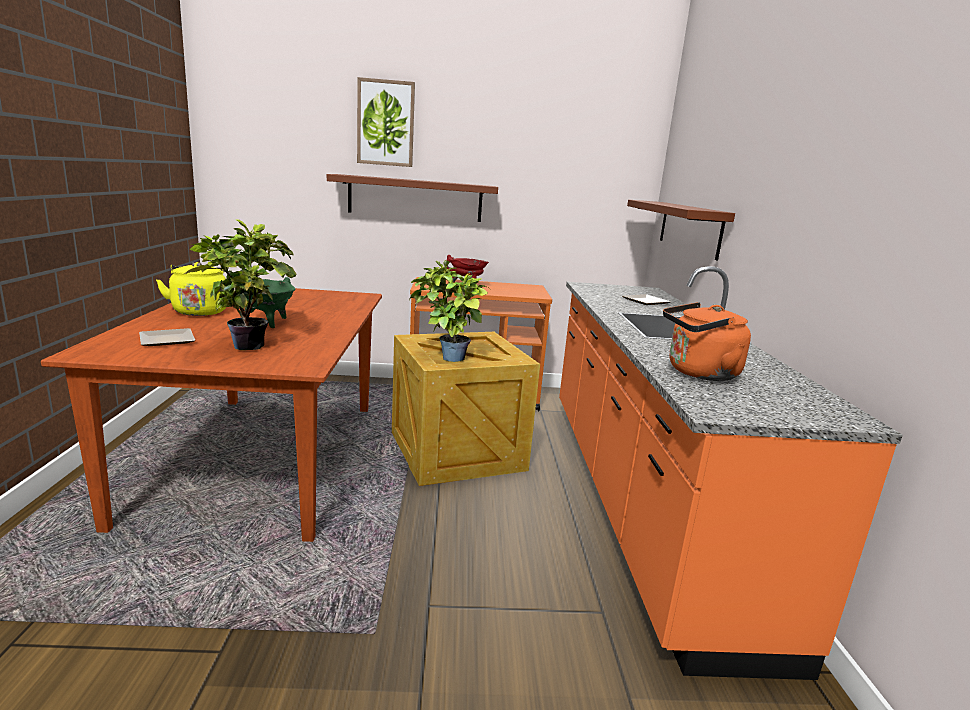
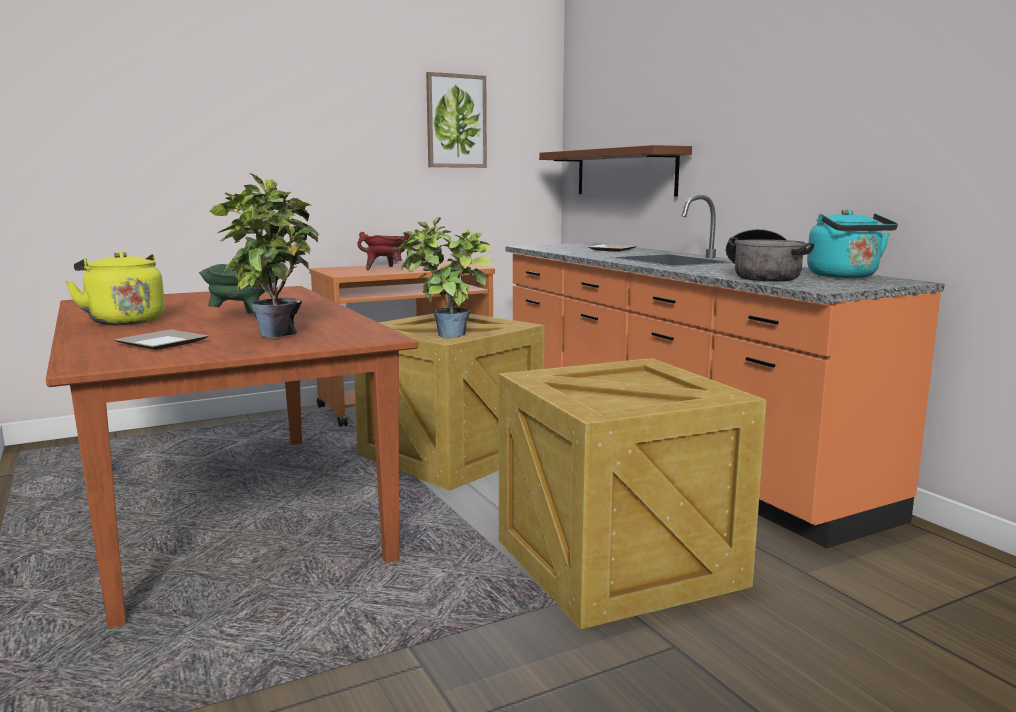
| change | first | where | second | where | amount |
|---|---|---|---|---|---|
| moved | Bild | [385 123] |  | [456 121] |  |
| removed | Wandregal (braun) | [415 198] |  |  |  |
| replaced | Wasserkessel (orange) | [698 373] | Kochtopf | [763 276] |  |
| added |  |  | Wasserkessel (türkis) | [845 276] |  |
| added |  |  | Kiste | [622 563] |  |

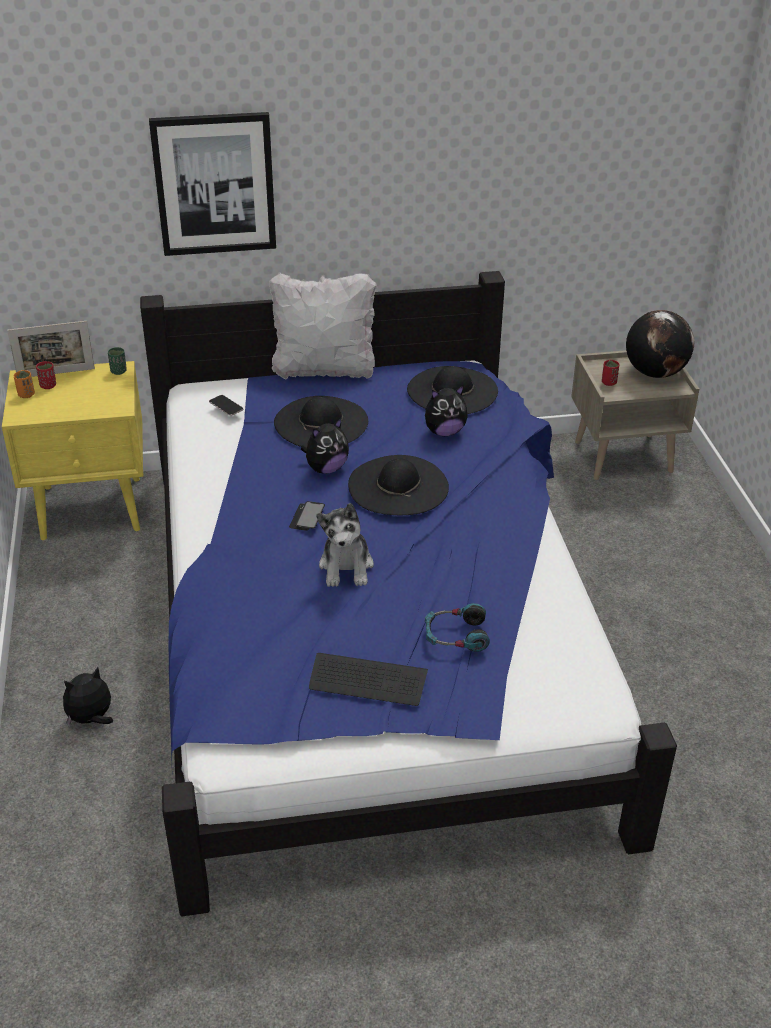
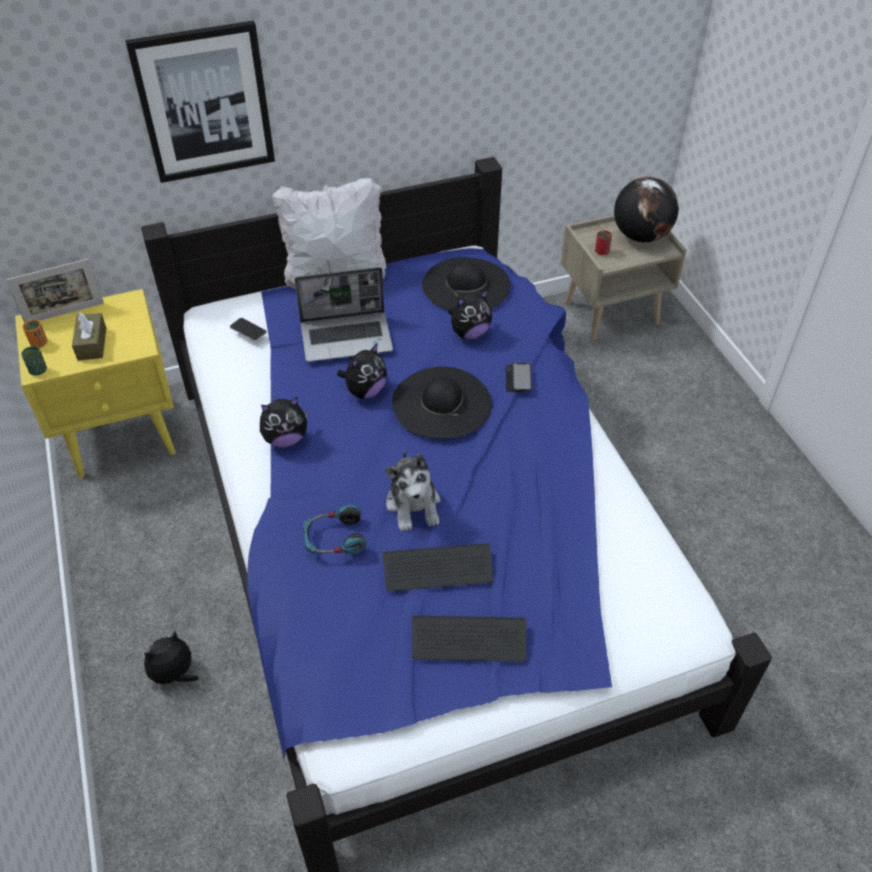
| change | first | where | second | where | amount |
|---|---|---|---|---|---|
| moved | Tasse (grün) | [118 371] |  | [38 371] |  |
| removed | Tasse (rot) | [48 386] |  |  |  |
| replaced | Hut (schwarz) | [321 422] | Laptop | [347 337] |  |
| moved | Handy | [307 517] |  | [518 378] |  |
| moved | Kopfhörer | [456 636] |  | [334 538] |  |
| added |  |  | Taschentuchbox (braun) | [92 344] |  |
| added |  |  | Plüschtier | [285 439] |  |
| added |  |  | Tastatur | [437 568] |  |

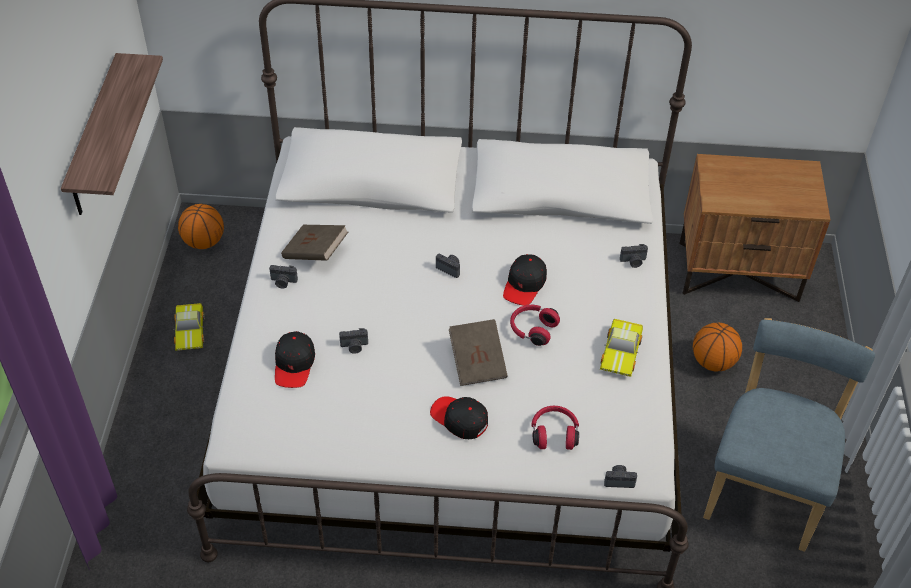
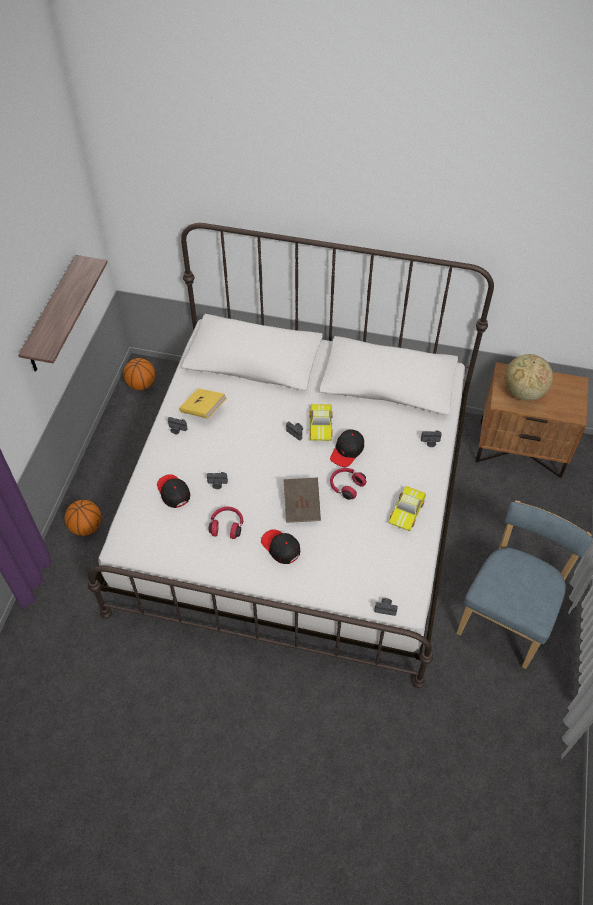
| change | first | where | second | where | amount |
|---|---|---|---|---|---|
| recoloured | Buch (braun) | [315 253] | Buch (gelb) | [203 410] |  |
| moved | Spielzeugauto | [191 331] |  | [321 425] |  |
| moved | Basketball | [713 362] |  | [86 527] |  |
| turned | Kappe (schwarz) | [294 364] |  | [173 492] | 135 degrees clockwise |
| moved | Kopfhörer (rot) | [554 433] |  | [227 526] |  |
| added |  |  | Globus | [523 392] |  |

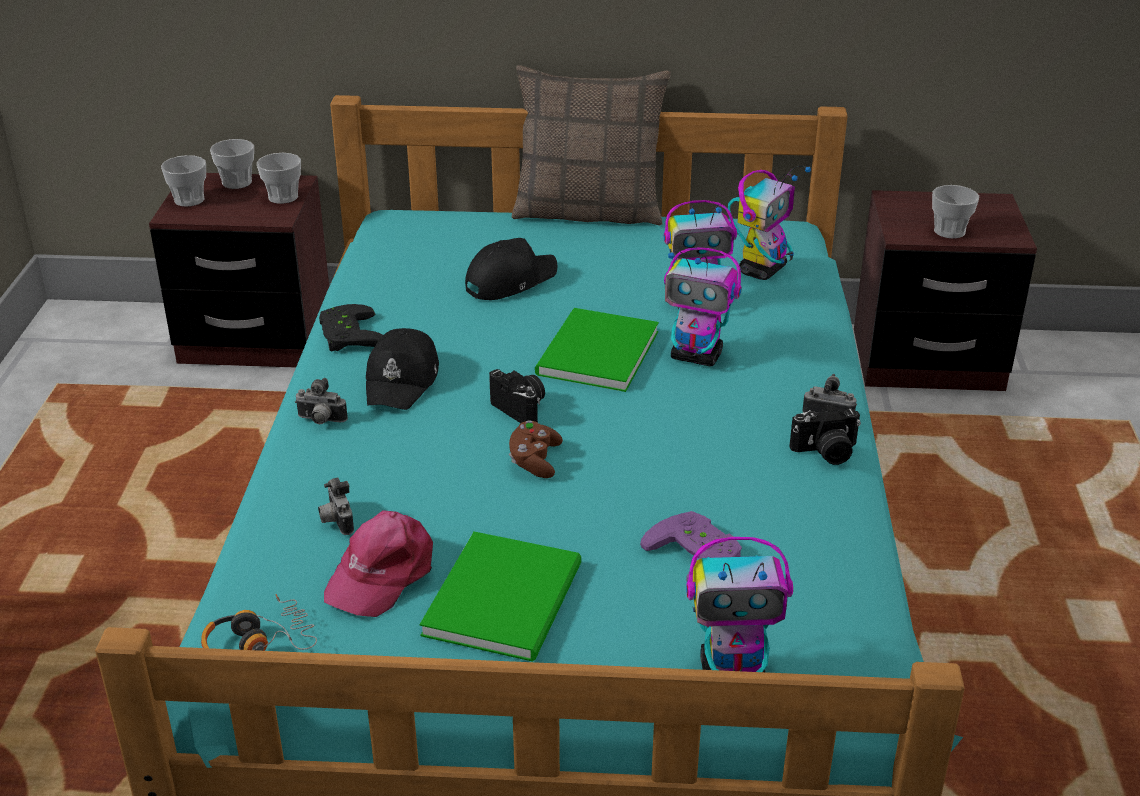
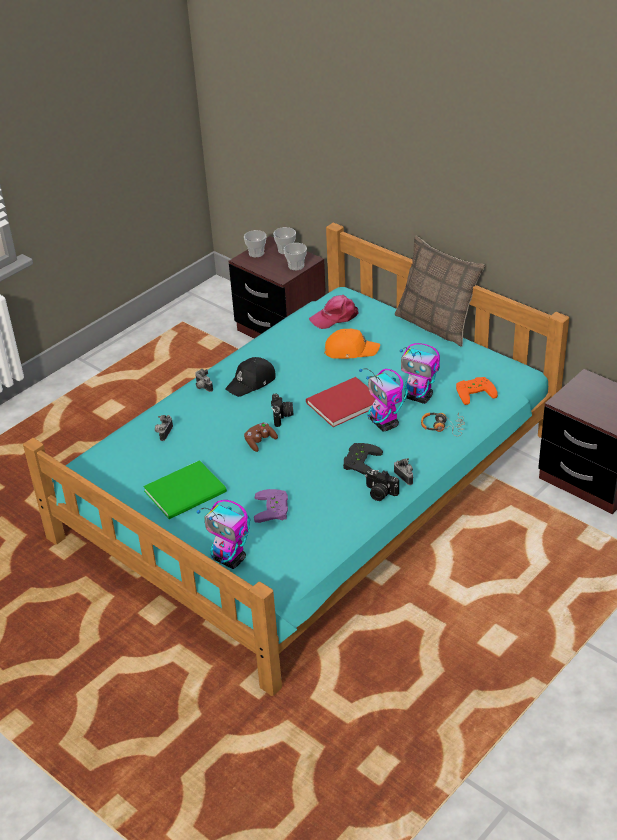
| change | first | where | second | where | amount |
|---|---|---|---|---|---|
| replaced | Spielzeugroboter | [762 270] | Gamepad (orange) | [474 392] |  |
| removed | Tasse | [949 231] |  |  |  |
| recoloured | Kappe (schwarz) | [509 281] | Kappe (orange) | [350 350] |  |
| moved | Gamepad (schwarz) | [346 334] |  | [359 461] |  |
| recoloured | Buch (grün) | [593 354] | Buch (rot) | [341 403] |  |
| moved | Kappe (rosa) | [382 573] |  | [335 317] |  |
| moved | Kopfhörer | [258 642] |  | [442 427] |  |

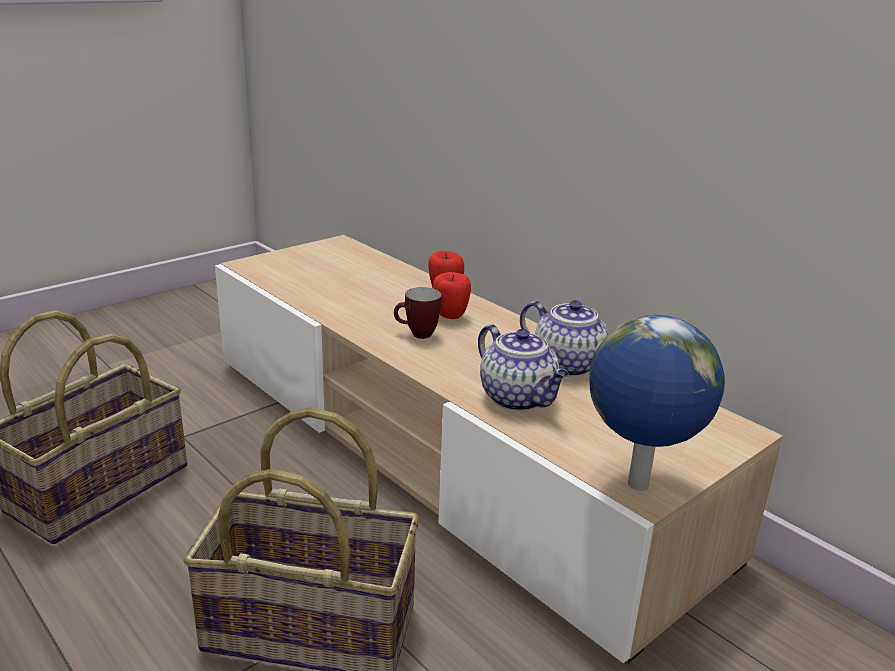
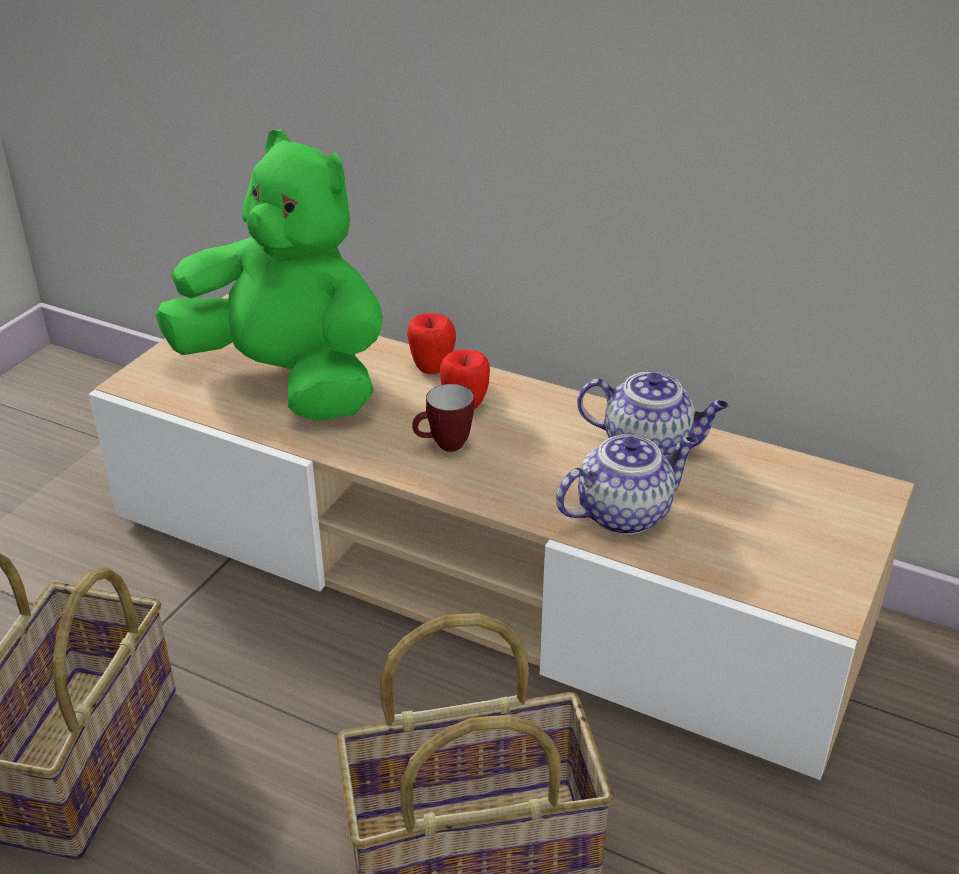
| change | first | where | second | where | amount |
|---|---|---|---|---|---|
| removed | Globus | [637 486] |  |  |  |
| turned | Teekanne | [519 399] |  | [625 513] | 60 degrees counterclockwise |
| added |  |  | Plüschtier (grün) | [288 380] |  |

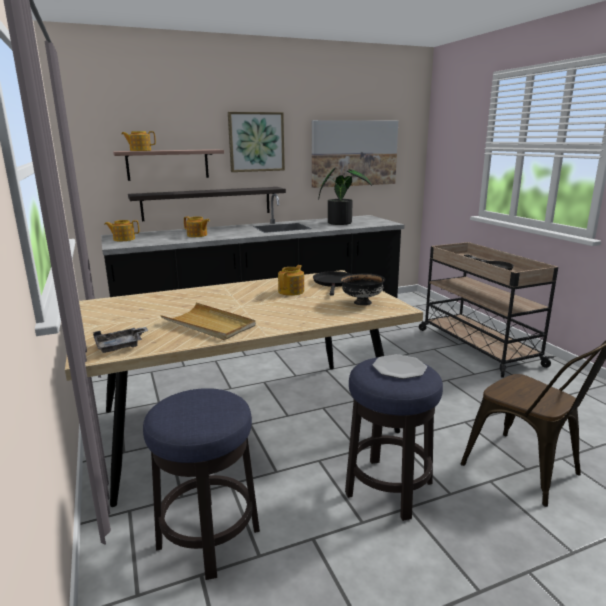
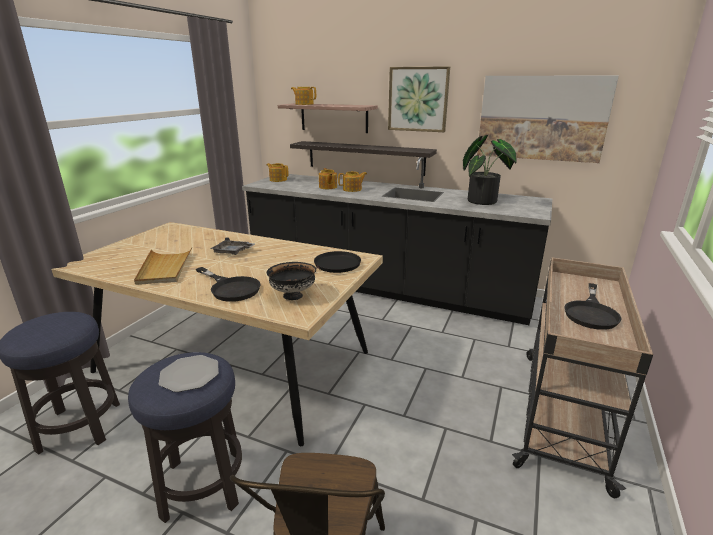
| change | first | where | second | where | amount |
|---|---|---|---|---|---|
| moved | Teekanne | [292 291] |  | [352 189] |  |
| moved | Tablett (grau) | [121 346] |  | [232 252] |  |
| added |  |  | Pfanne (schwarz) | [231 288] |  |

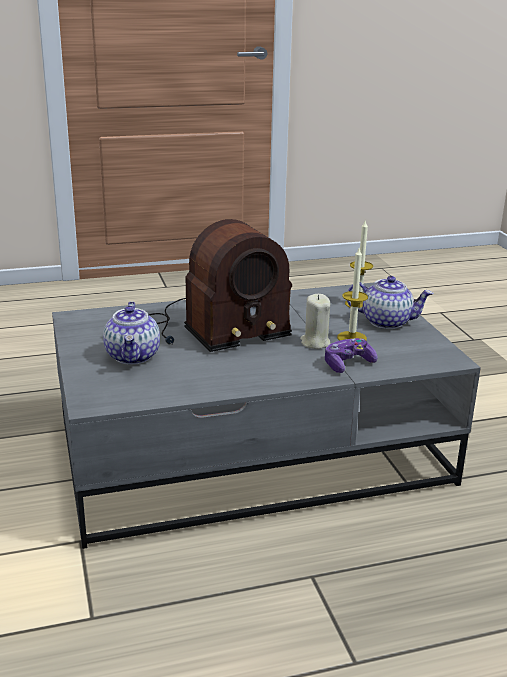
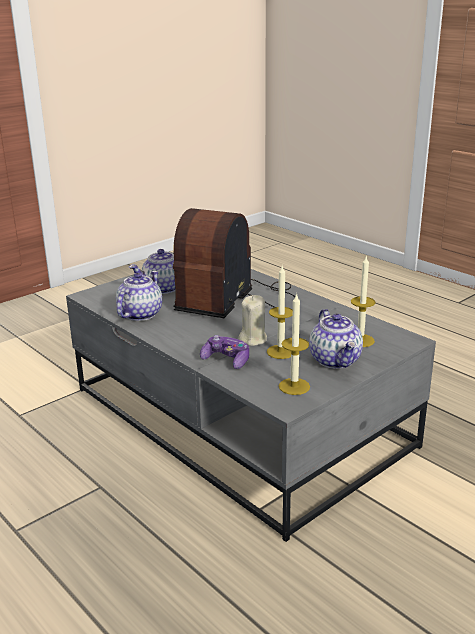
| change | first | where | second | where | amount |
|---|---|---|---|---|---|
| turned | Radio | [213 328] |  | [237 299] | 75 degrees clockwise |
| added |  |  | Teekanne | [140 314] |  |
| added |  |  | Kerze | [294 386] |  |

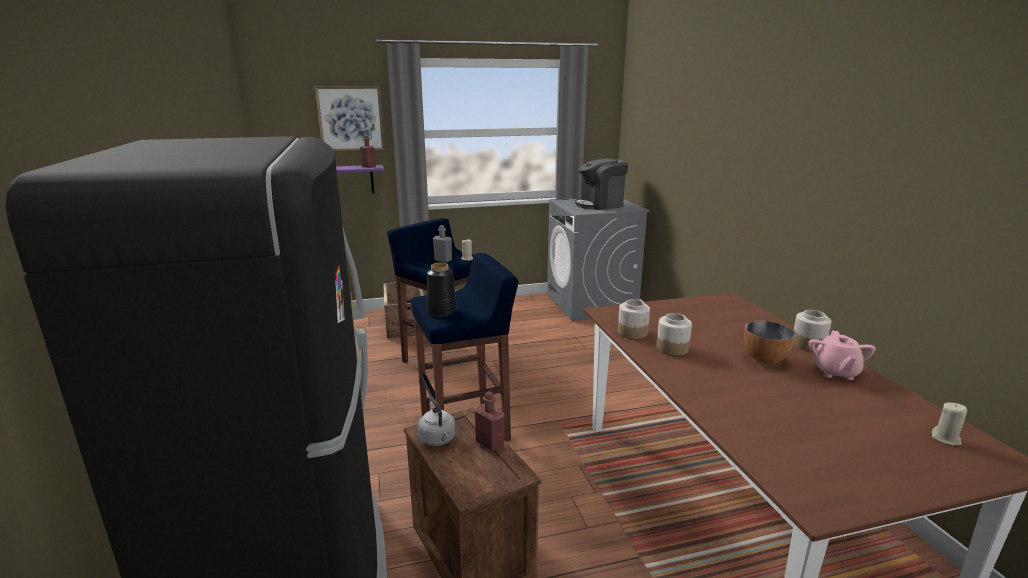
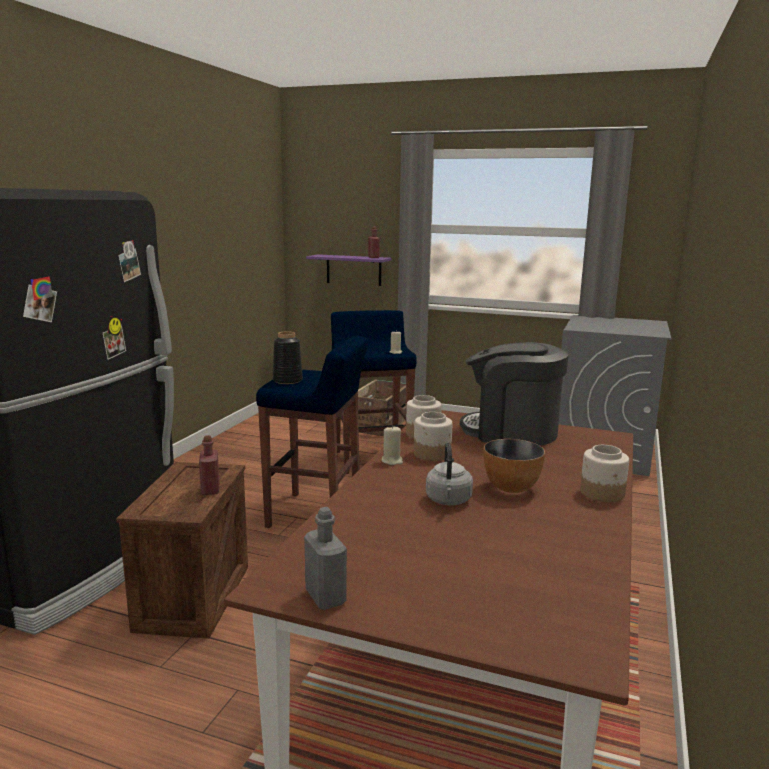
| change | first | where | second | where | amount |
|---|---|---|---|---|---|
| removed | Bild | [350 118] |  |  |  |
| moved | Kaffeemaschine | [600 205] |  | [511 431] |  |
| moved | Flasche (grau) | [443 260] |  | [325 597] |  |
| removed | Teekanne (rosa) | [835 372] |  |  |  |
| moved | Wasserkessel (grau) | [438 440] |  | [448 501] |  |
| moved | Kerze (beige) | [946 439] |  | [392 461] |  |

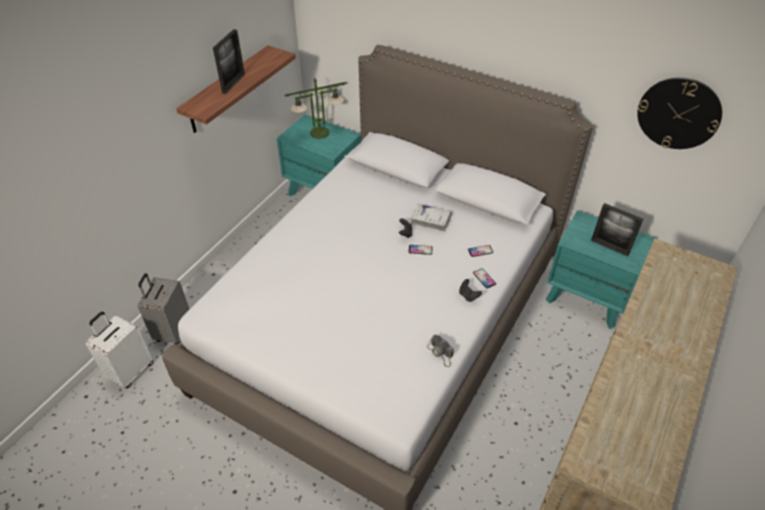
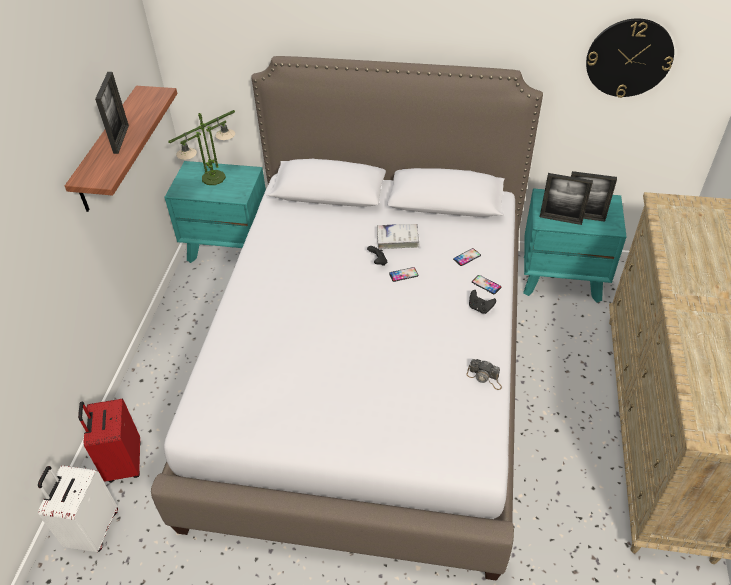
| change | first | where | second | where | amount |
|---|---|---|---|---|---|
| recoloured | Koffer (grau) | [173 330] | Koffer (rot) | [123 463] |  |
| added |  |  | Bilderrahmen | [560 219] |  |

